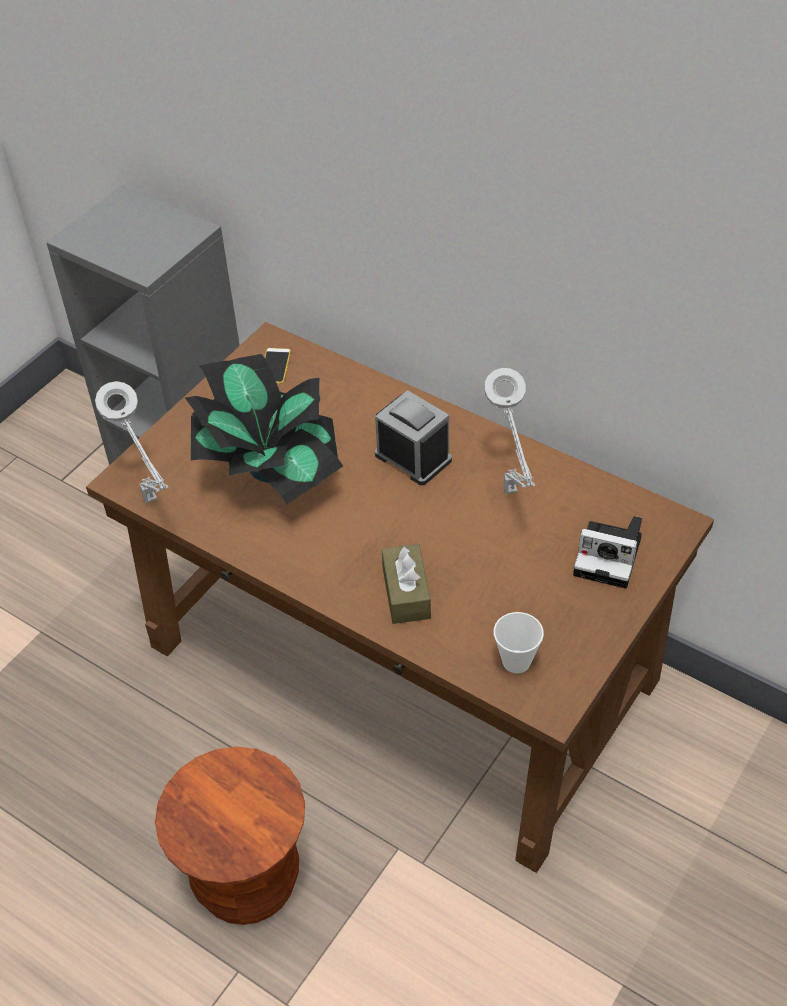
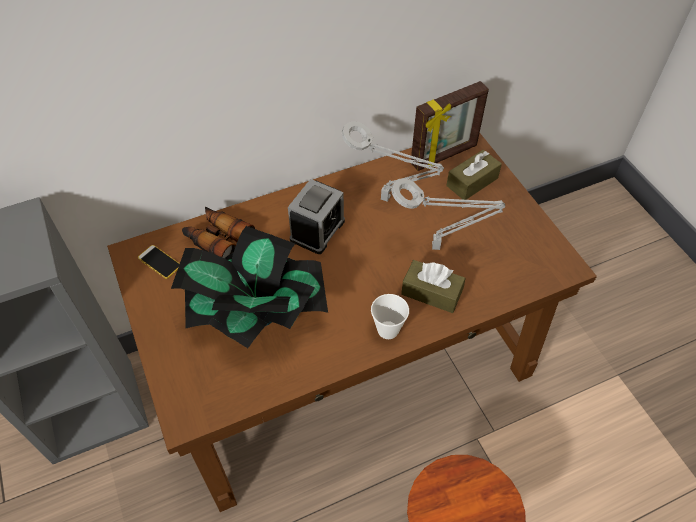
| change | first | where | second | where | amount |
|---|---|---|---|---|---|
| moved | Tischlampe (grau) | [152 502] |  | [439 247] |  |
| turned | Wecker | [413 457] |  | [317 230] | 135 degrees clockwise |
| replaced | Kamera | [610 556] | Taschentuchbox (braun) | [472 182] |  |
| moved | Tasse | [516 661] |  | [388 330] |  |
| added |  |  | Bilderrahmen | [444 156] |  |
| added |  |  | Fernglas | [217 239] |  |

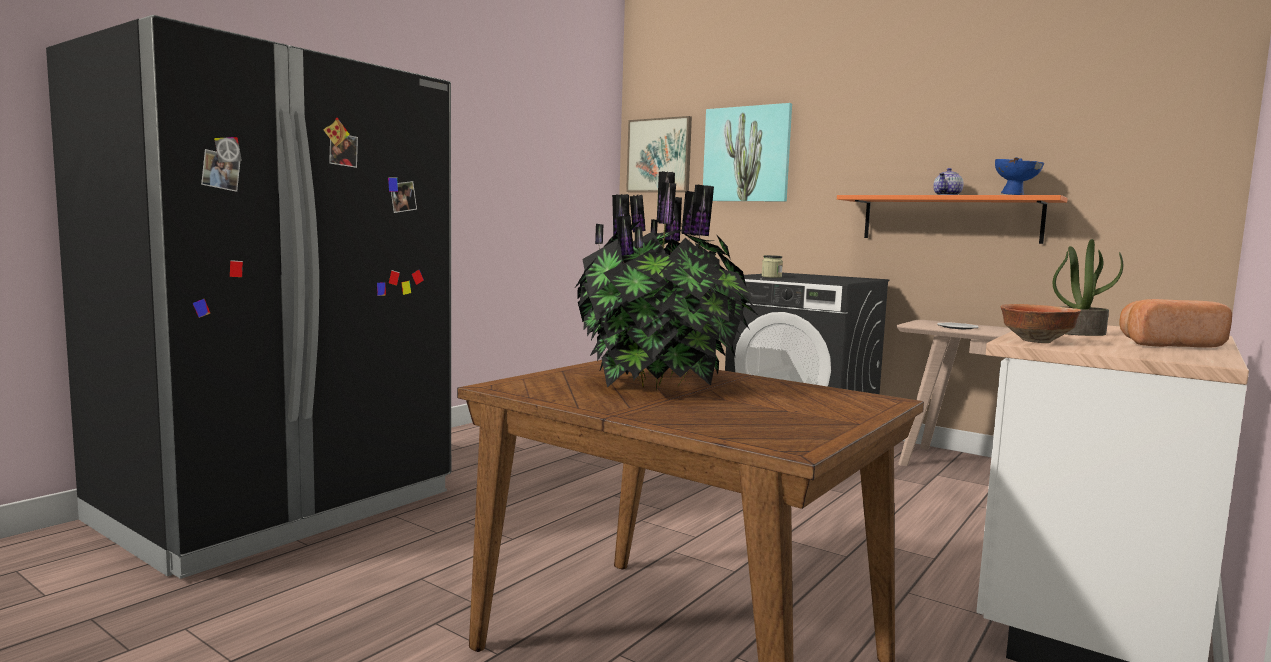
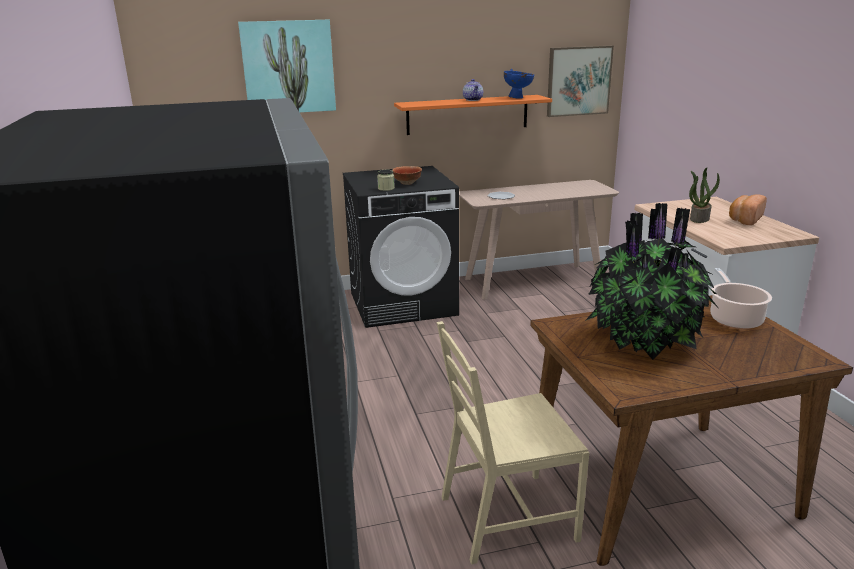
| change | first | where | second | where | amount |
|---|---|---|---|---|---|
| moved | Bild | [659 155] |  | [578 81] |  |
| moved | Schüssel | [1037 341] |  | [408 183] |  |
| added |  |  | Kochtopf | [734 318] |  |
| added |  |  | Stuhl (beige) | [506 518] |  |

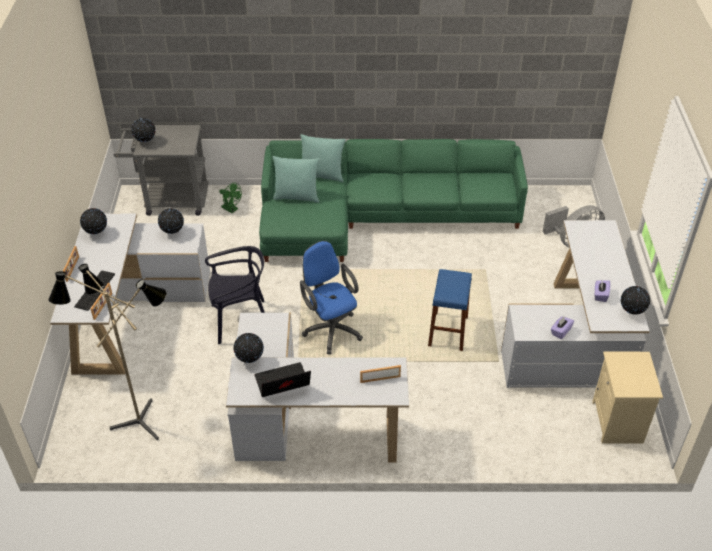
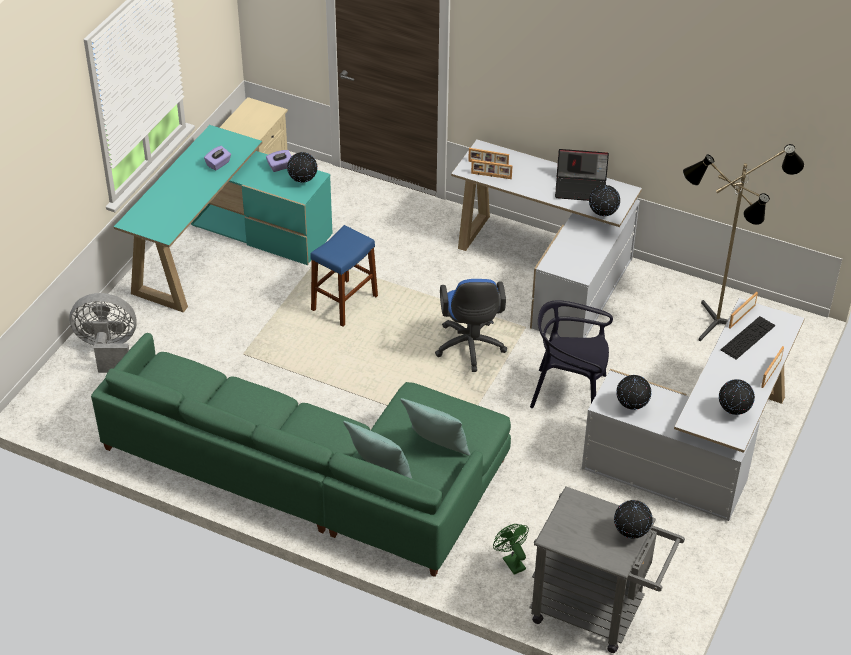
| change | first | where | second | where | amount |
|---|---|---|---|---|---|
| recoloured | Schreibtisch (weiß) | [574 342] | Schreibtisch (türkis) | [224 250] |  |
| moved | Globus | [631 313] |  | [303 182] |  |
| added |  |  | Bilderrahmen | [491 176] |  |

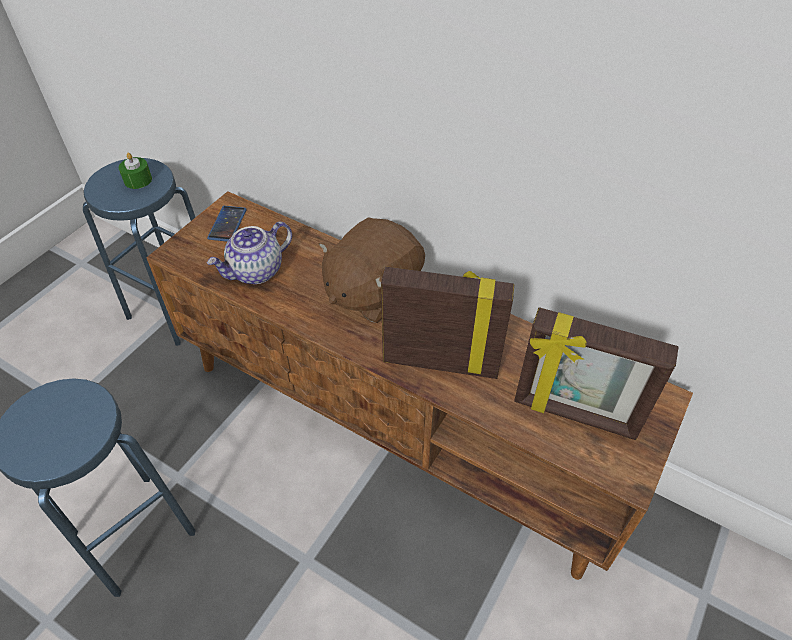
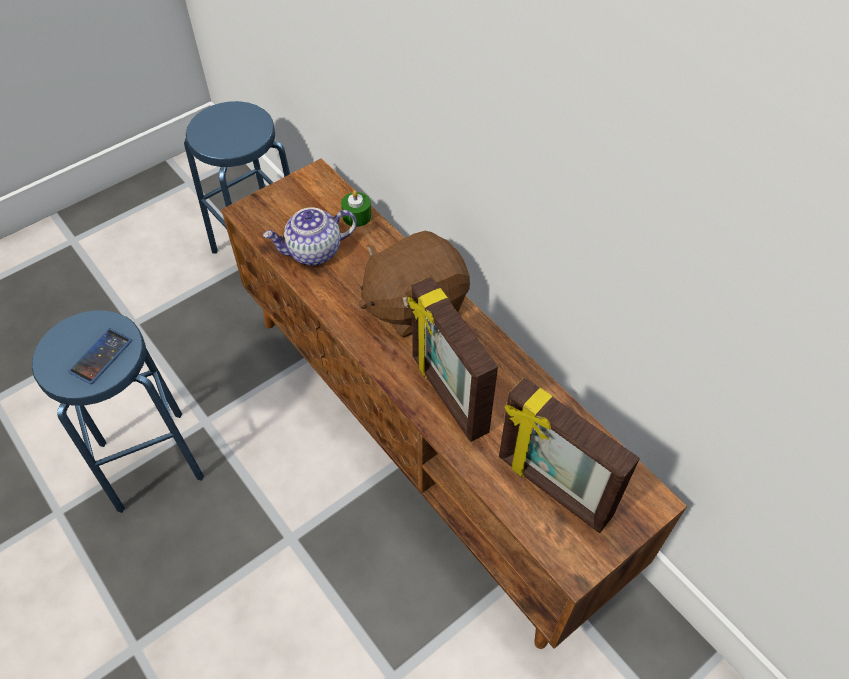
| change | first | where | second | where | amount |
|---|---|---|---|---|---|
| moved | Kerze (grün) | [138 180] |  | [357 216] |  |
| moved | Handy | [227 224] |  | [101 356] |  |
| turned | Bilderrahmen | [441 361] |  | [447 395] | 150 degrees counterclockwise |

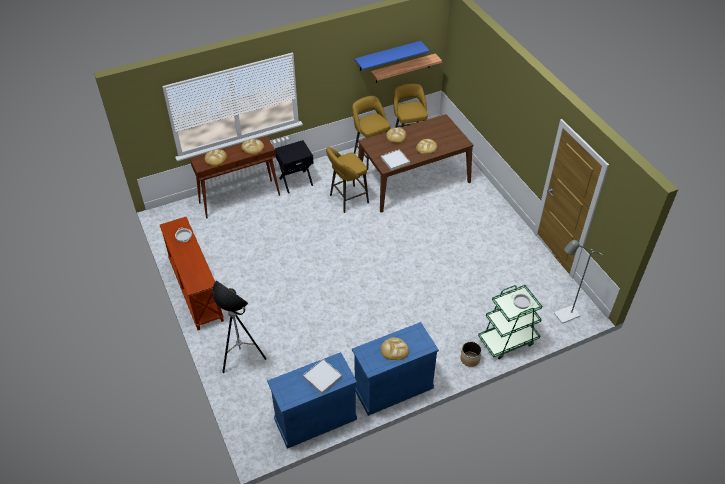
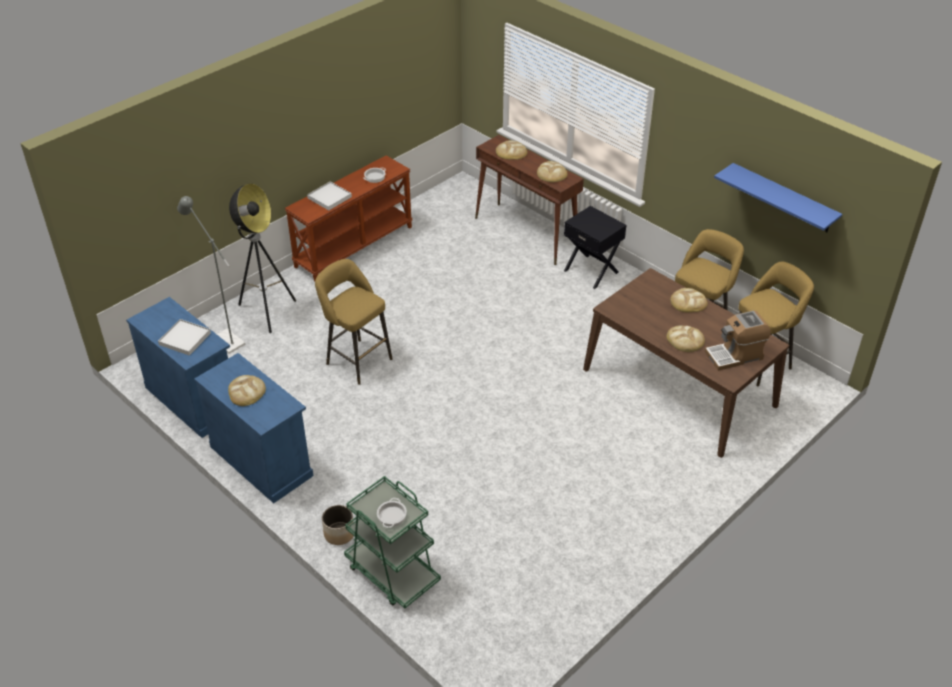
| change | first | where | second | where | amount |
|---|---|---|---|---|---|
| removed | Wandregal | [403 68] |  |  |  |
| moved | Hocker (gelb) | [347 200] |  | [356 359] |  |
| moved | Tablett (weiß) | [395 160] |  | [329 197] |  |
| moved | Stehlampe (grau) | [563 316] |  | [224 339] |  |
| added |  |  | Kaffeemaschine | [735 355] |  |

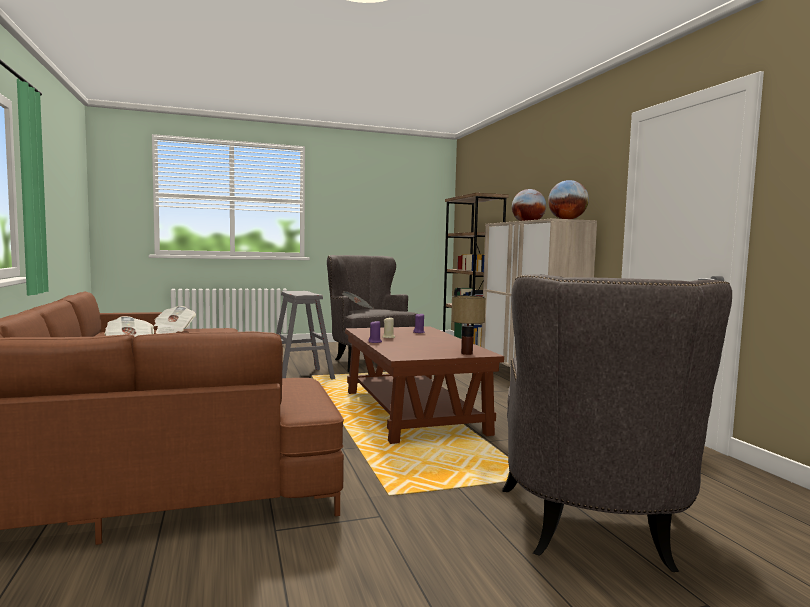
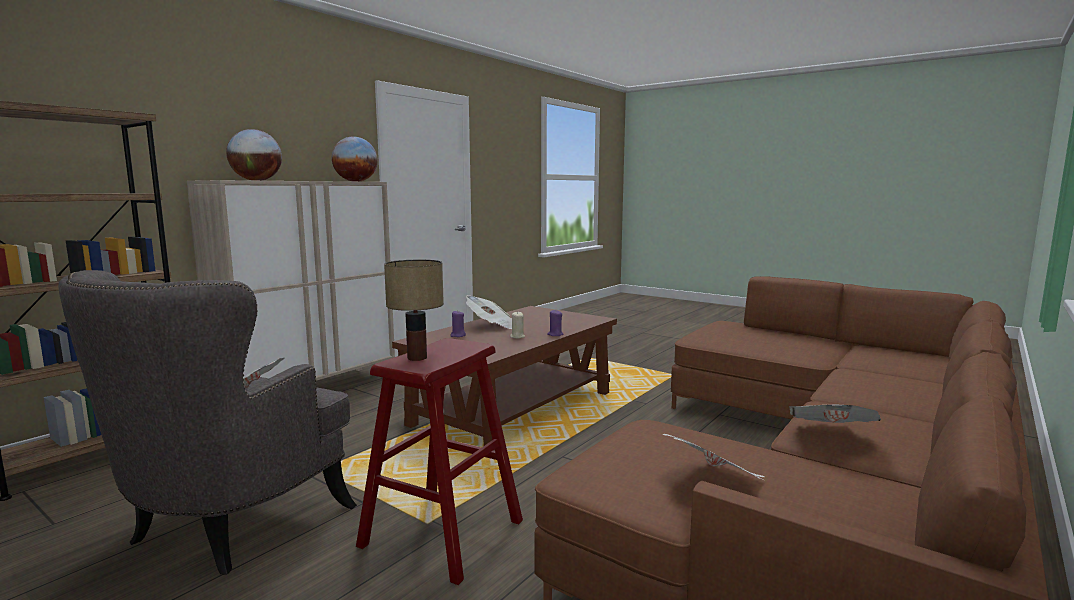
| change | first | where | second | where | amount |
|---|---|---|---|---|---|
| removed | Sessel (grau) | [595 533] |  |  |  |
| recoloured | Hocker (grau) | [301 376] | Hocker (rot) | [442 533] |  |
| moved | Tischlampe | [466 353] |  | [417 358] |  |
| added |  |  | Zeitung | [491 325] |  |

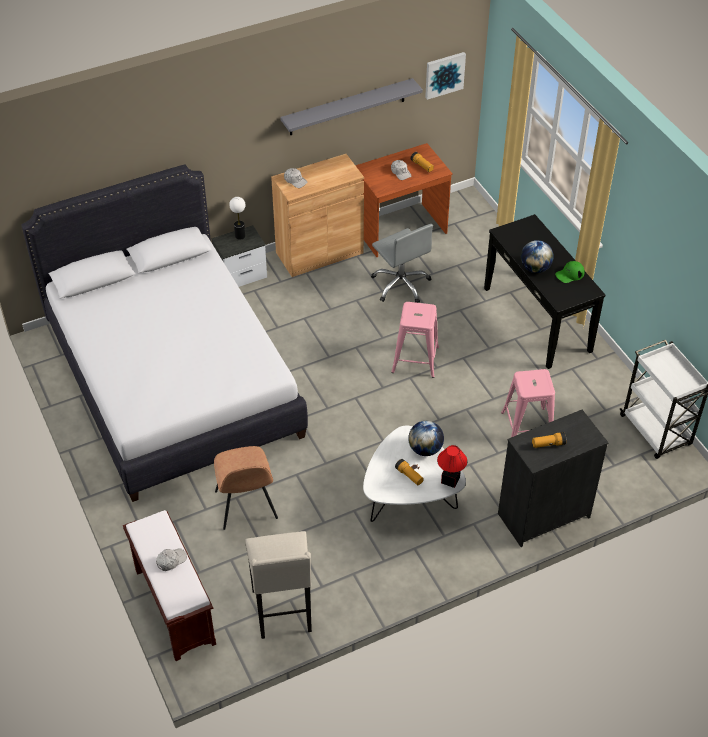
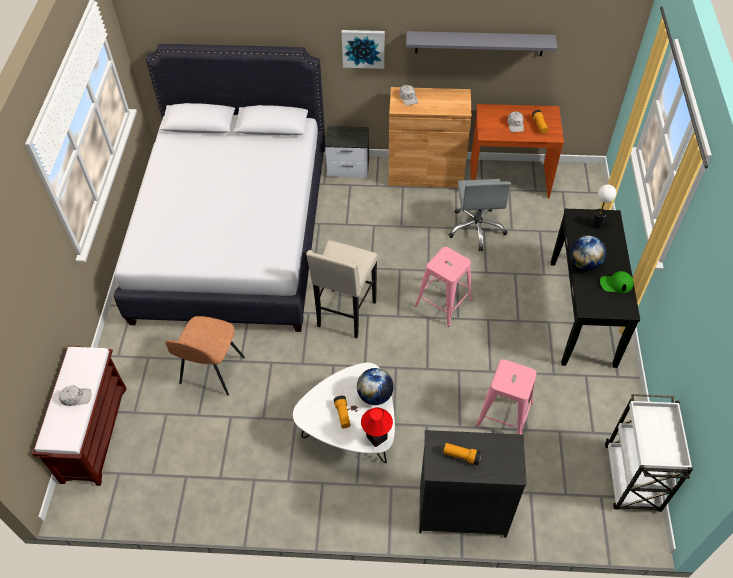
| change | first | where | second | where | amount |
|---|---|---|---|---|---|
| moved | Bild | [444 74] |  | [363 48] |  |
| moved | Tischlampe | [240 236] |  | [596 224] |  |
| moved | Hocker (beige) | [283 612] |  | [345 315] |  |

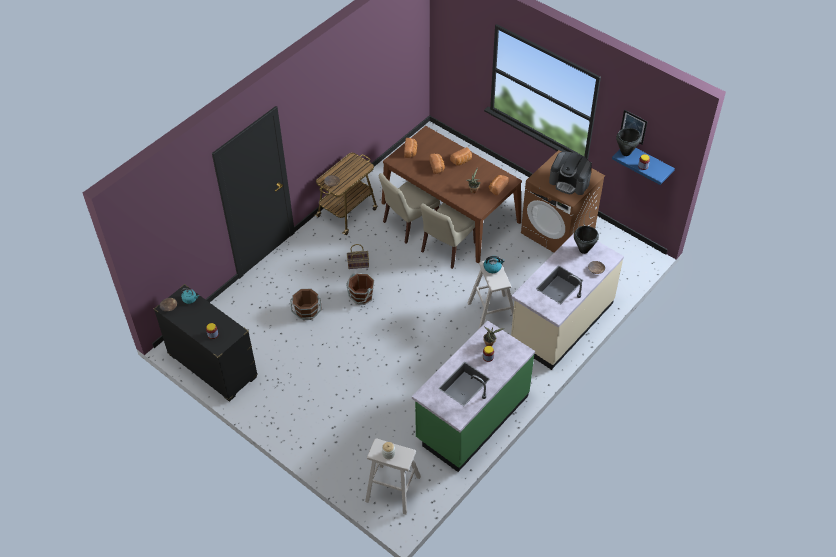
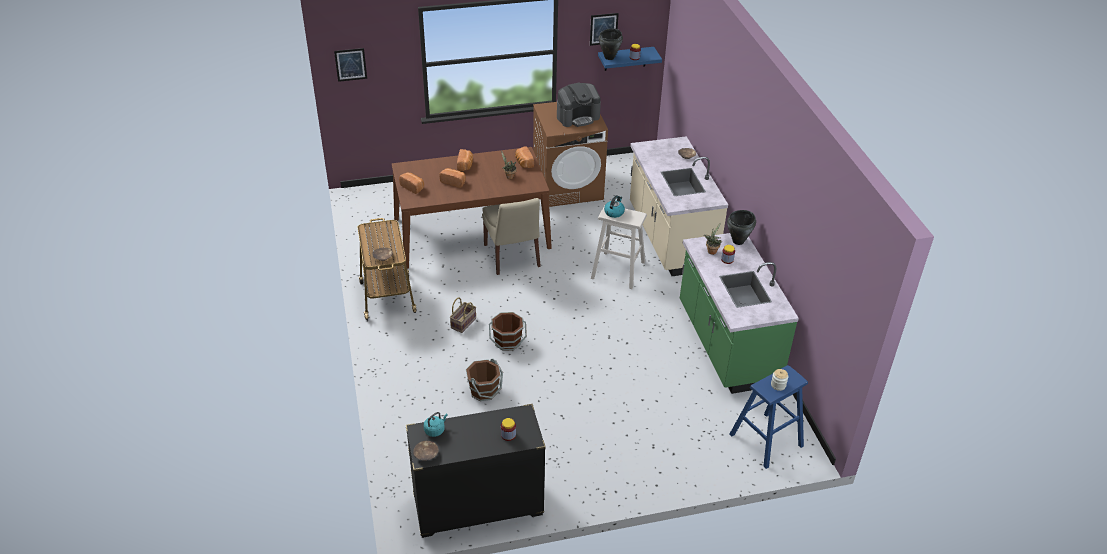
| change | first | where | second | where | amount |
|---|---|---|---|---|---|
| removed | Stuhl (beige) | [409 224] |  |  |  |
| moved | Kochtopf (schwarz) | [584 250] |  | [738 241] |  |
| recoloured | Hocker (beige) | [393 489] | Hocker (blau) | [766 440] |  |
| added |  |  | Bild | [350 64] |  |

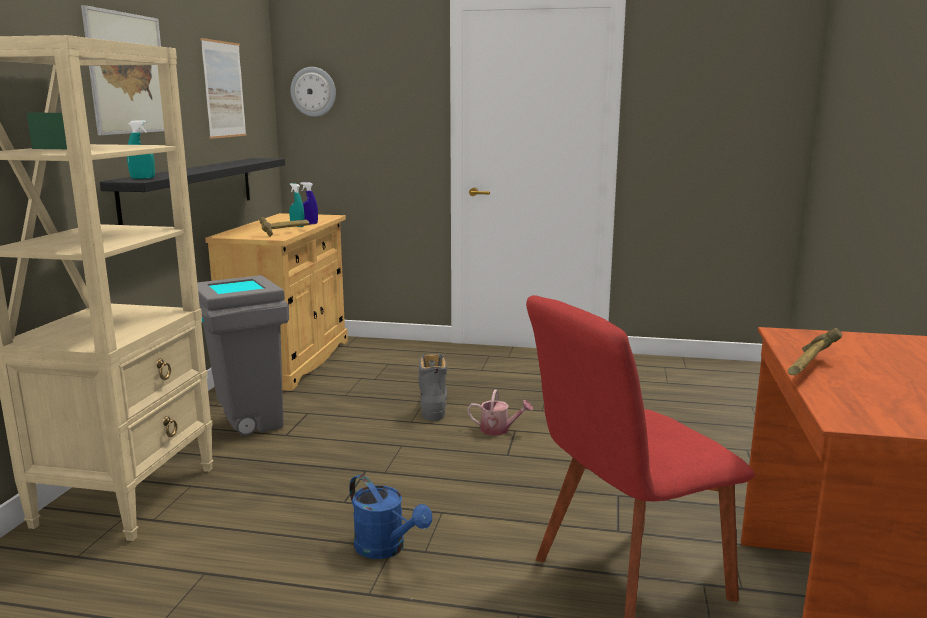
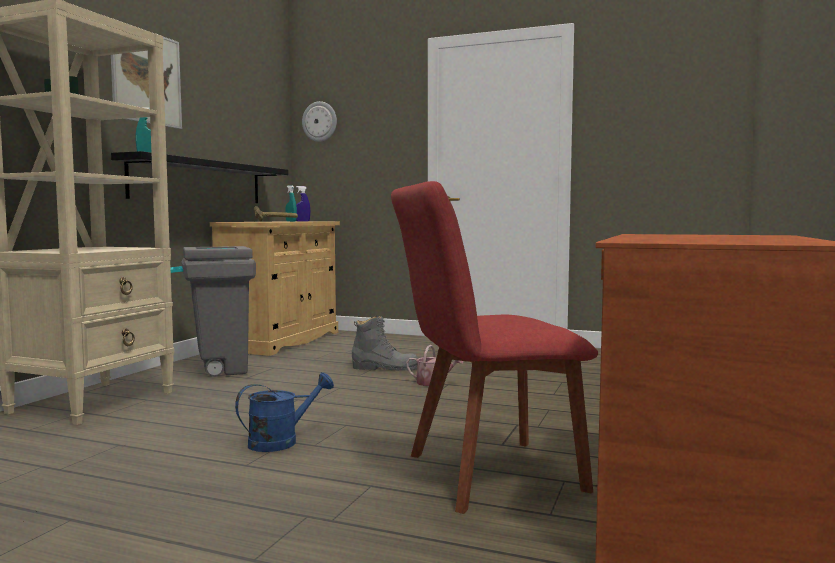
| change | first | where | second | where | amount |
|---|---|---|---|---|---|
| removed | Bild | [224 89] |  |  |  |
| removed | Hammer | [807 370] |  |  |  |
| turned | Stiefel (grau) | [433 406] |  | [385 368] | 90 degrees clockwise |
| turned | Gießkanne (blau) | [386 548] |  | [281 441] | 90 degrees counterclockwise |

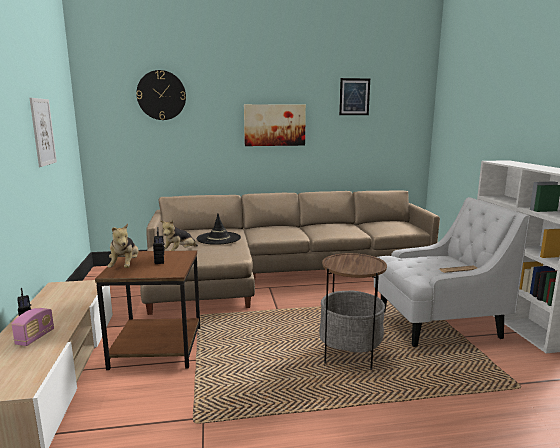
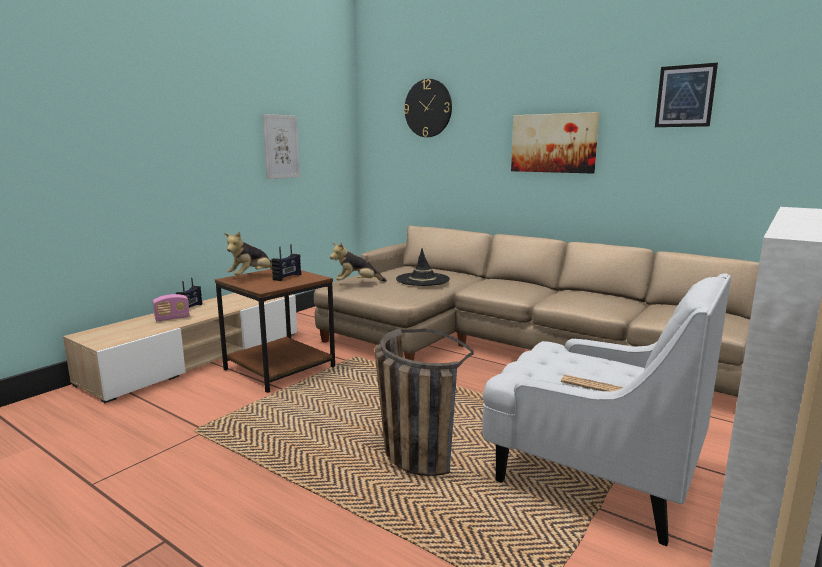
| change | first | where | second | where | amount |
|---|---|---|---|---|---|
| replaced | Beistelltisch | [350 354] | Korb | [409 450] |  |

